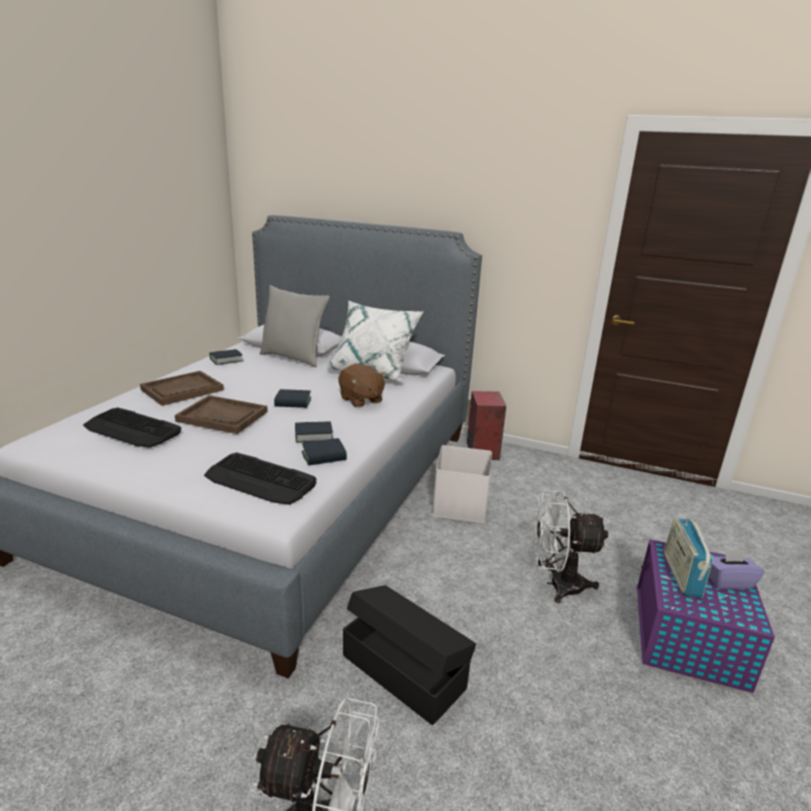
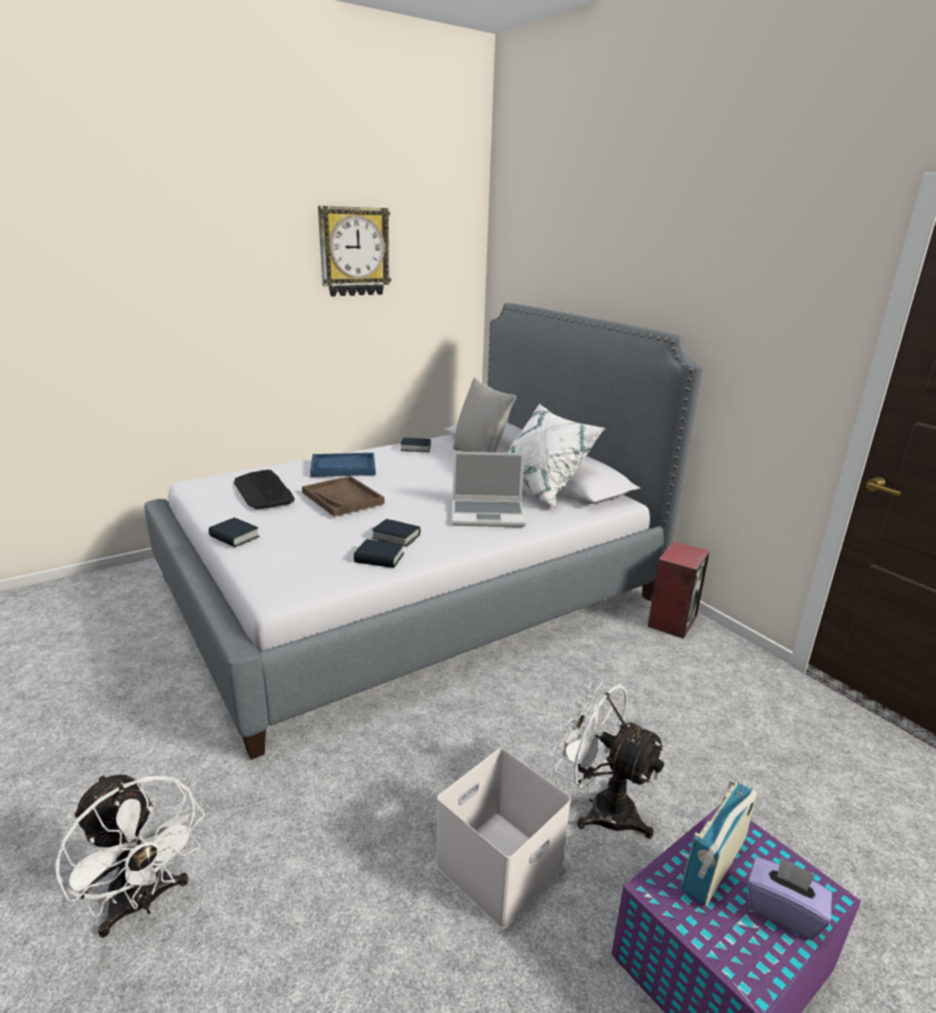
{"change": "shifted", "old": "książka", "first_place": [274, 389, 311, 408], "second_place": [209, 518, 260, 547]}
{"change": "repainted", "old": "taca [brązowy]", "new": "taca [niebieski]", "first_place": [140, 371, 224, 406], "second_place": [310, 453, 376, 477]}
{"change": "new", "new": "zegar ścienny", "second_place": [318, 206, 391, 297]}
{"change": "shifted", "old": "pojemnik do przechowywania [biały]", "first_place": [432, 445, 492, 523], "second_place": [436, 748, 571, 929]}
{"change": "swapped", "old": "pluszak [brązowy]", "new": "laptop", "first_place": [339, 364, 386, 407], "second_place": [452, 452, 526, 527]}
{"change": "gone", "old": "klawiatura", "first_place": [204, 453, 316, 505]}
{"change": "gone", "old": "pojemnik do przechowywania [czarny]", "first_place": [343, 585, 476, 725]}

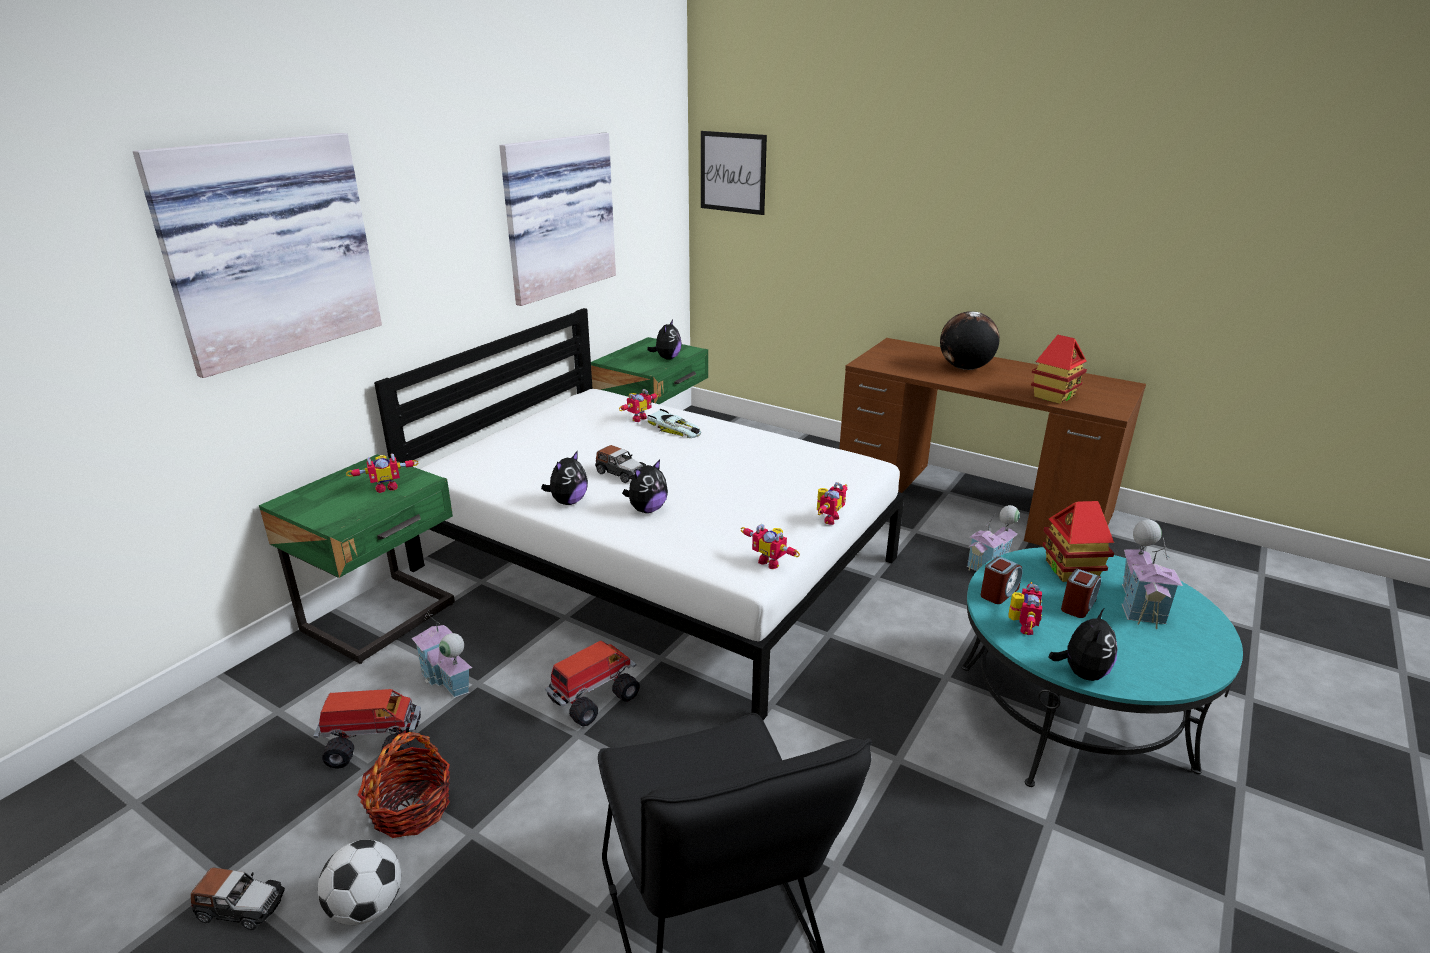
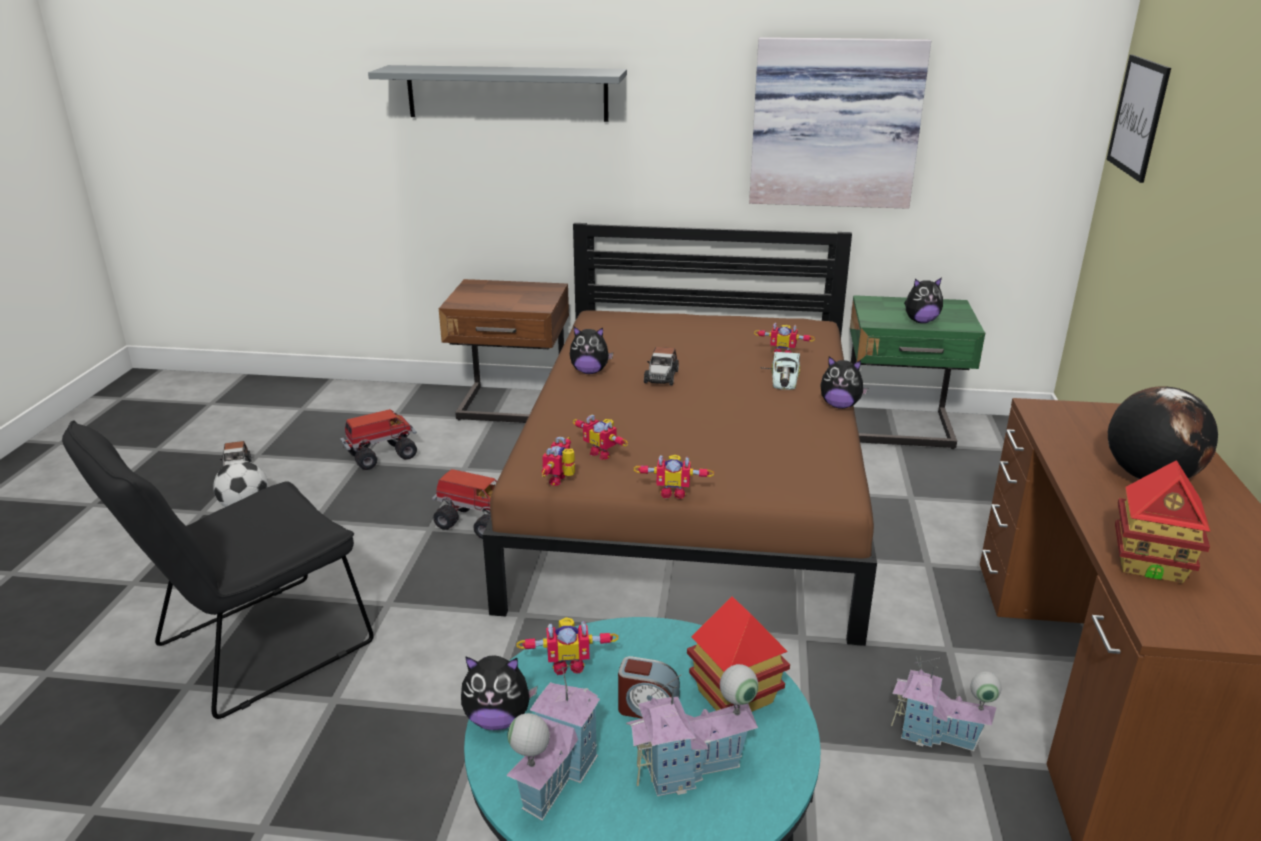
{"change": "rotated", "old": "ciężarówka zabawkowa", "first_place": [314, 689, 421, 769], "second_place": [340, 409, 417, 470], "degrees": -90}
{"change": "swapped", "old": "obraz", "new": "półka [szary]", "first_place": [133, 133, 382, 378], "second_place": [368, 65, 627, 122]}
{"change": "repainted", "old": "szafka nocna [zielony]", "new": "szafka nocna [brązowy]", "first_place": [259, 454, 455, 664], "second_place": [439, 279, 569, 423]}
{"change": "repainted", "old": "łóżko [biały]", "new": "łóżko [brązowy]", "first_place": [374, 308, 905, 720], "second_place": [483, 223, 877, 646]}
{"change": "shifted", "old": "domek", "first_place": [411, 611, 472, 698], "second_place": [506, 662, 600, 821]}
{"change": "shifted", "old": "robot zabawkowy", "first_place": [346, 453, 419, 493], "second_place": [573, 415, 628, 460]}
{"change": "shifted", "old": "pluszak", "first_place": [622, 459, 668, 513], "second_place": [820, 356, 868, 409]}
{"change": "gone", "old": "koszyk", "first_place": [357, 732, 450, 838]}
{"change": "gone", "old": "budzik", "first_place": [981, 556, 1023, 604]}

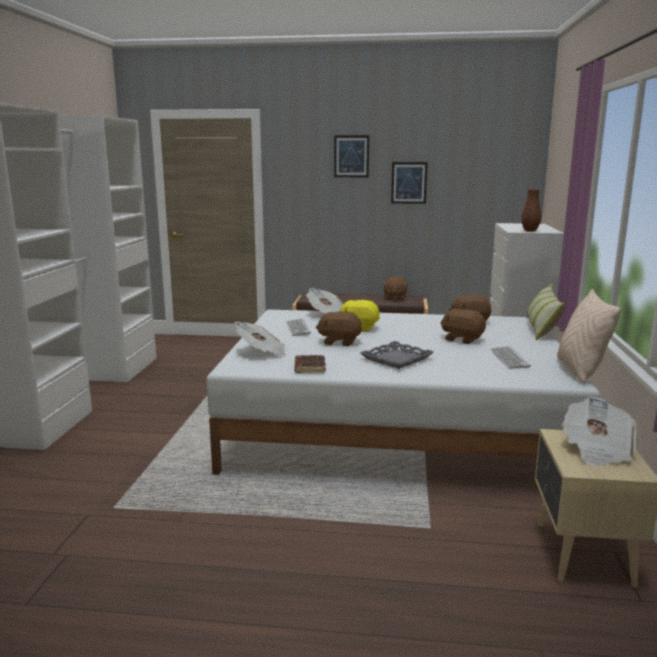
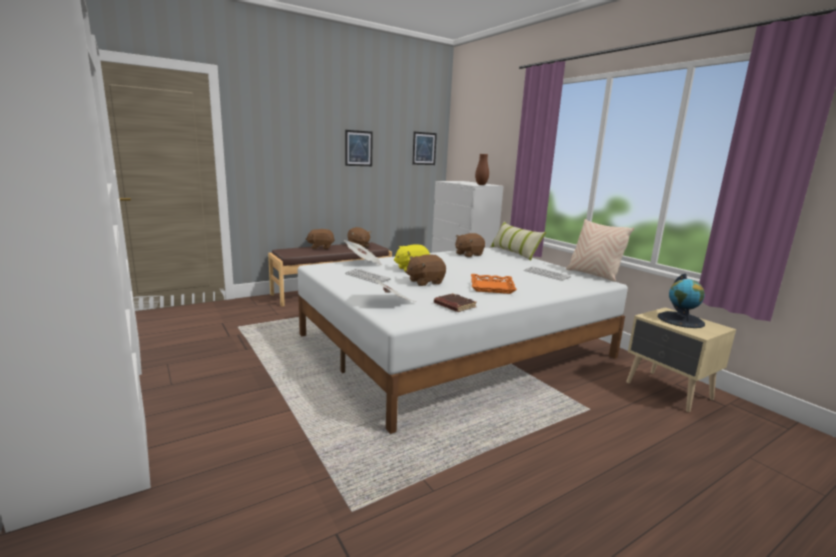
{"change": "shifted", "old": "pluszak [brązowy]", "first_place": [440, 309, 486, 344], "second_place": [306, 229, 335, 249]}
{"change": "shifted", "old": "obraz", "first_place": [334, 135, 369, 177], "second_place": [412, 132, 437, 165]}
{"change": "repainted", "old": "taca [szary]", "new": "taca [pomarańczowy]", "first_place": [360, 341, 434, 369], "second_place": [471, 274, 517, 294]}
{"change": "swapped", "old": "gazeta", "new": "globus", "first_place": [561, 397, 637, 466], "second_place": [658, 274, 705, 328]}

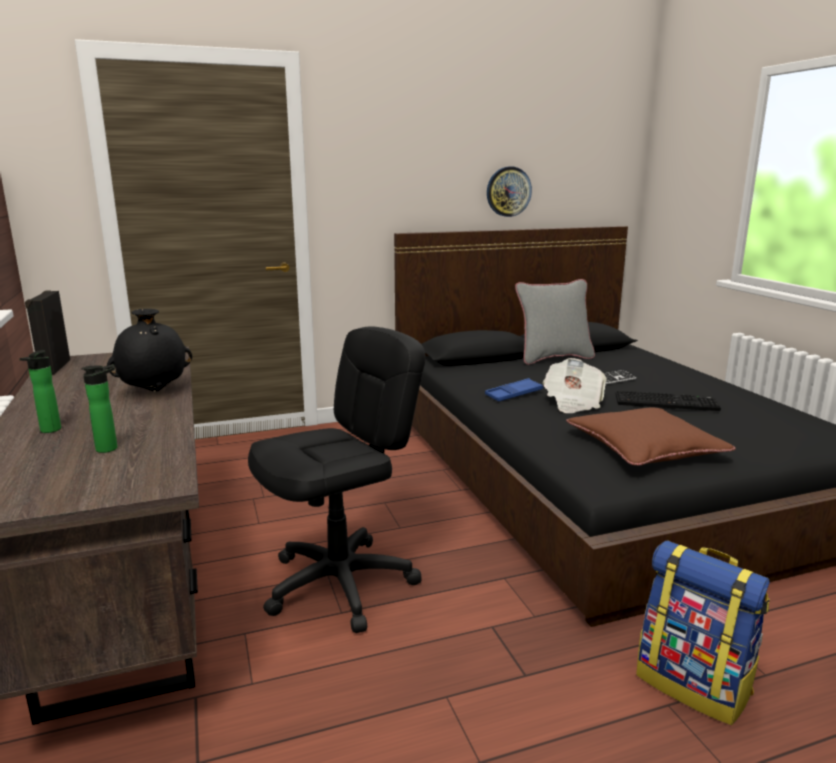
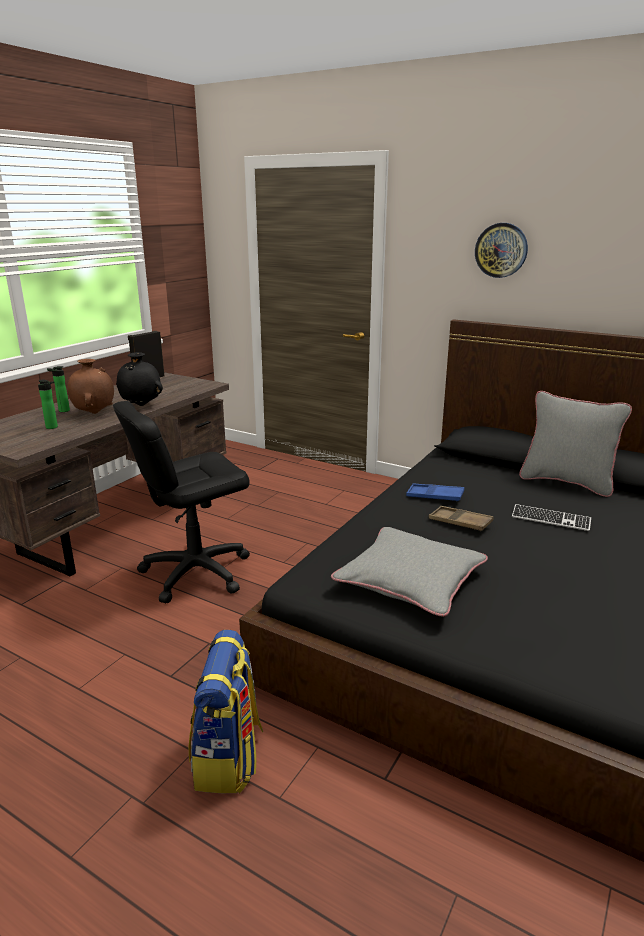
{"change": "new", "new": "wazon [brązowy]", "second_place": [67, 359, 114, 414]}
{"change": "rotated", "old": "krzesło biurowe [czarny]", "first_place": [248, 326, 425, 633], "second_place": [113, 401, 250, 603], "degrees": 135}
{"change": "repainted", "old": "poduszka [brązowy]", "new": "poduszka [szary]", "first_place": [566, 407, 736, 466], "second_place": [331, 527, 488, 617]}
{"change": "swapped", "old": "gazeta", "new": "taca [brązowy]", "first_place": [543, 358, 607, 413], "second_place": [429, 506, 493, 531]}
{"change": "shifted", "old": "zegar ścienny", "first_place": [487, 167, 532, 217], "second_place": [475, 223, 528, 278]}
{"change": "gone", "old": "klawiatura", "first_place": [616, 390, 721, 411]}

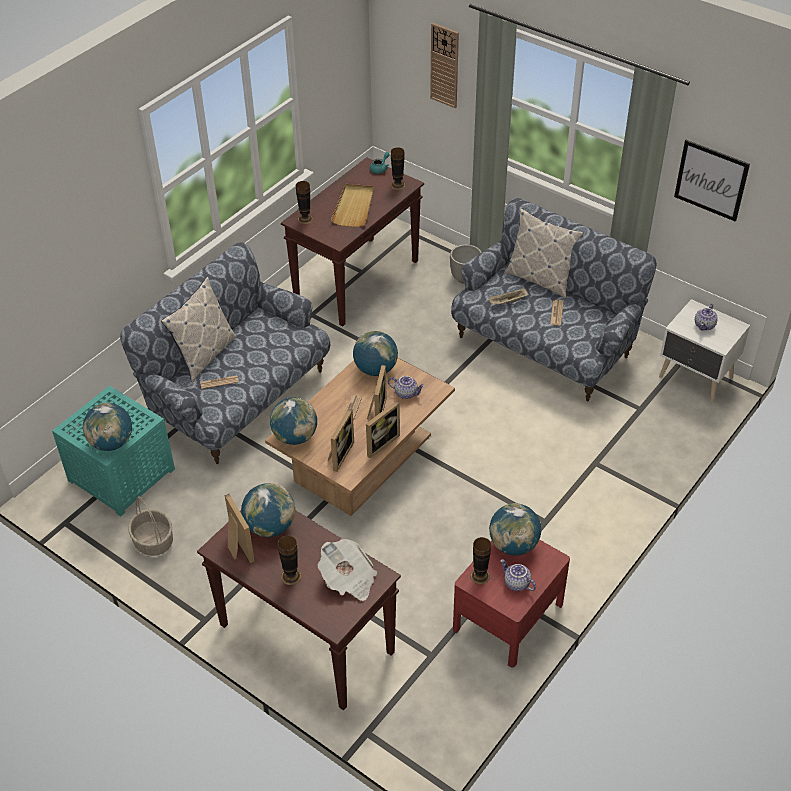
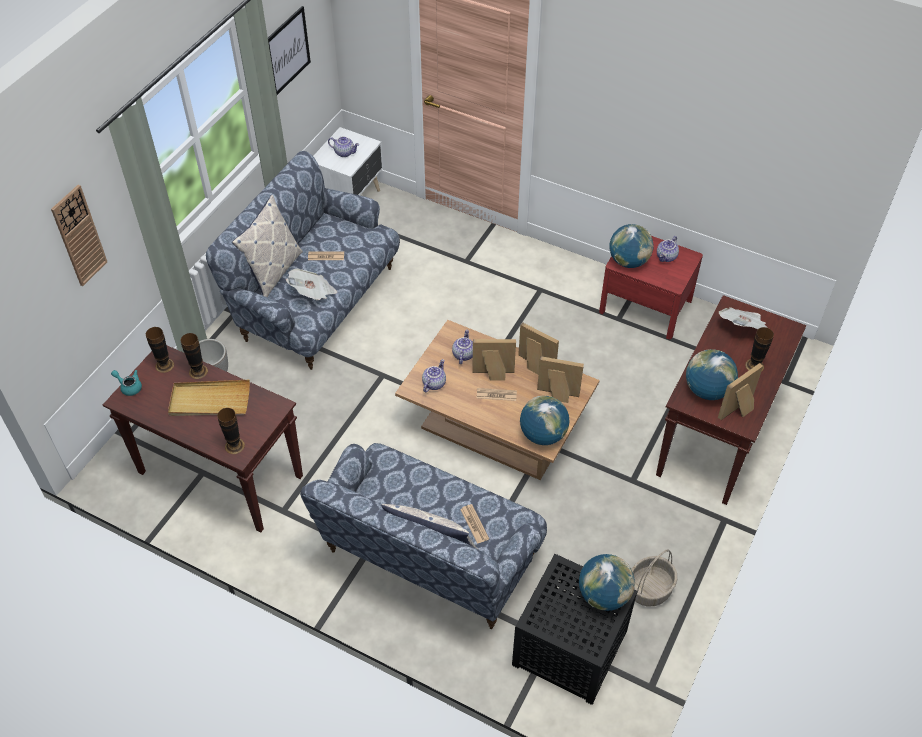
{"change": "shifted", "old": "wazon", "first_place": [470, 537, 491, 584], "second_place": [180, 333, 208, 379]}
{"change": "swapped", "old": "taca [beżowy]", "new": "gazeta", "first_place": [488, 288, 529, 305], "second_place": [286, 269, 337, 300]}
{"change": "swapped", "old": "globus", "new": "imbryk", "first_place": [353, 331, 398, 376], "second_place": [422, 359, 446, 392]}
{"change": "repainted", "old": "stolik [turkusowy]", "new": "stolik [czarny]", "first_place": [52, 386, 175, 516], "second_place": [512, 554, 638, 705]}

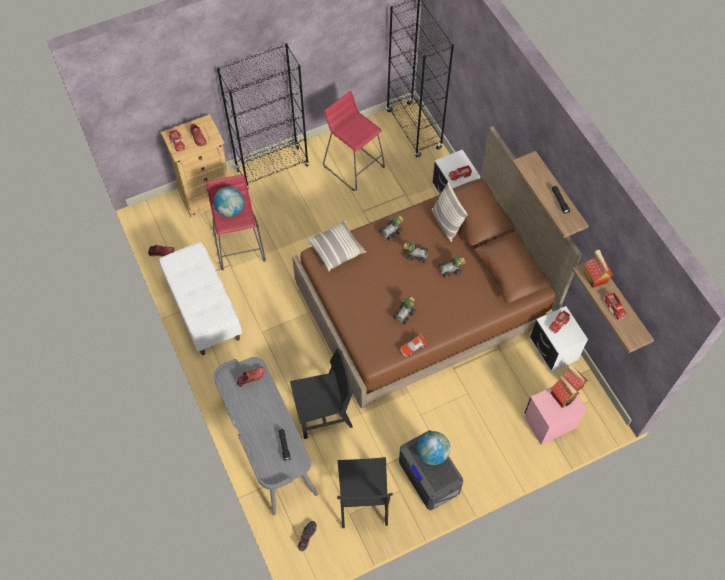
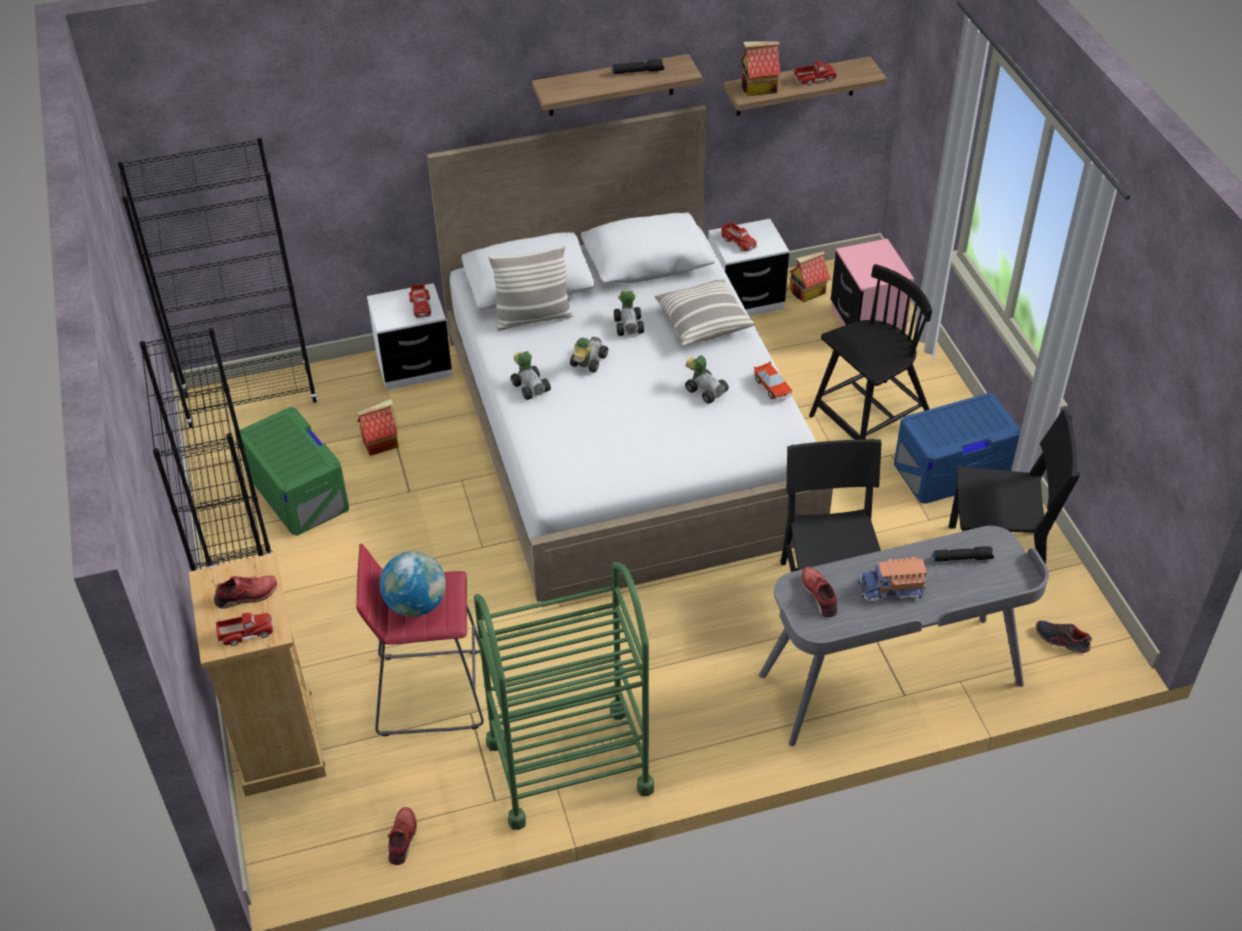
{"change": "swapped", "old": "stołek [czerwony]", "new": "pojemnik do przechowywania [zielony]", "first_place": [323, 91, 385, 191], "second_place": [240, 407, 349, 536]}
{"change": "shifted", "old": "domek", "first_place": [551, 376, 579, 408], "second_place": [357, 399, 398, 456]}
{"change": "repainted", "old": "łóżko [brązowy]", "new": "łóżko [biały]", "first_place": [292, 126, 581, 408], "second_place": [427, 105, 833, 607]}
{"change": "swapped", "old": "ławka [biały]", "new": "wózek [zielony]", "first_place": [159, 242, 242, 355], "second_place": [474, 562, 654, 830]}
{"change": "shifted", "old": "poduszka", "first_place": [306, 220, 366, 271], "second_place": [654, 278, 755, 346]}
{"change": "new", "new": "krzesło [czarny]", "second_place": [809, 264, 932, 440]}
{"change": "new", "new": "ciężarówka zabawkowa", "second_place": [858, 557, 927, 601]}
{"change": "repainted", "old": "pojemnik do przechowywania [szary]", "new": "pojemnik do przechowywania [niebieski]", "first_place": [399, 430, 463, 510], "second_place": [894, 393, 1021, 504]}
{"change": "gone", "old": "globus", "first_place": [417, 431, 450, 465]}

